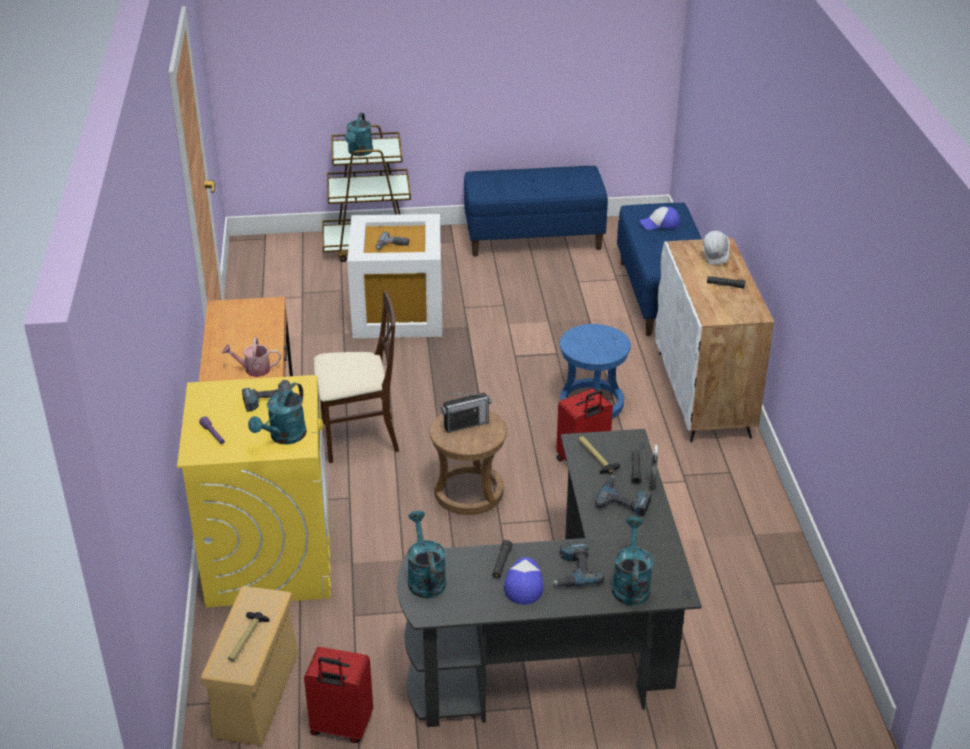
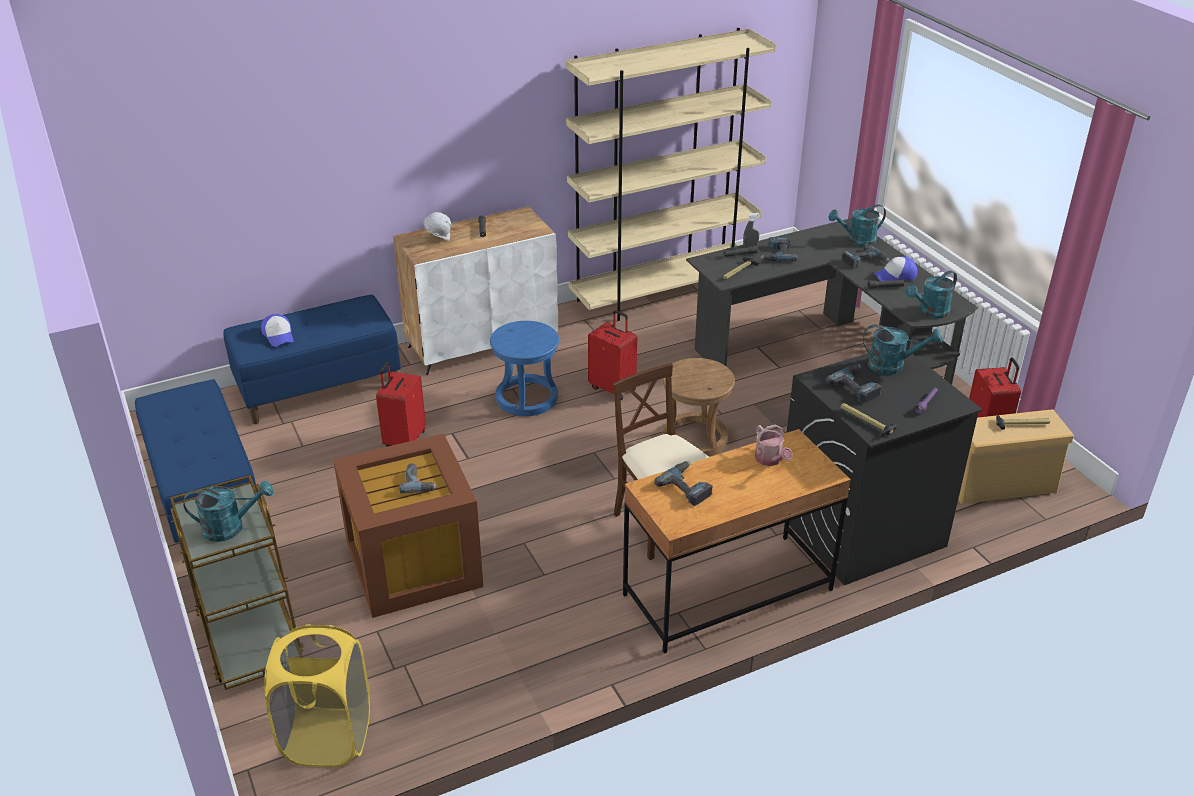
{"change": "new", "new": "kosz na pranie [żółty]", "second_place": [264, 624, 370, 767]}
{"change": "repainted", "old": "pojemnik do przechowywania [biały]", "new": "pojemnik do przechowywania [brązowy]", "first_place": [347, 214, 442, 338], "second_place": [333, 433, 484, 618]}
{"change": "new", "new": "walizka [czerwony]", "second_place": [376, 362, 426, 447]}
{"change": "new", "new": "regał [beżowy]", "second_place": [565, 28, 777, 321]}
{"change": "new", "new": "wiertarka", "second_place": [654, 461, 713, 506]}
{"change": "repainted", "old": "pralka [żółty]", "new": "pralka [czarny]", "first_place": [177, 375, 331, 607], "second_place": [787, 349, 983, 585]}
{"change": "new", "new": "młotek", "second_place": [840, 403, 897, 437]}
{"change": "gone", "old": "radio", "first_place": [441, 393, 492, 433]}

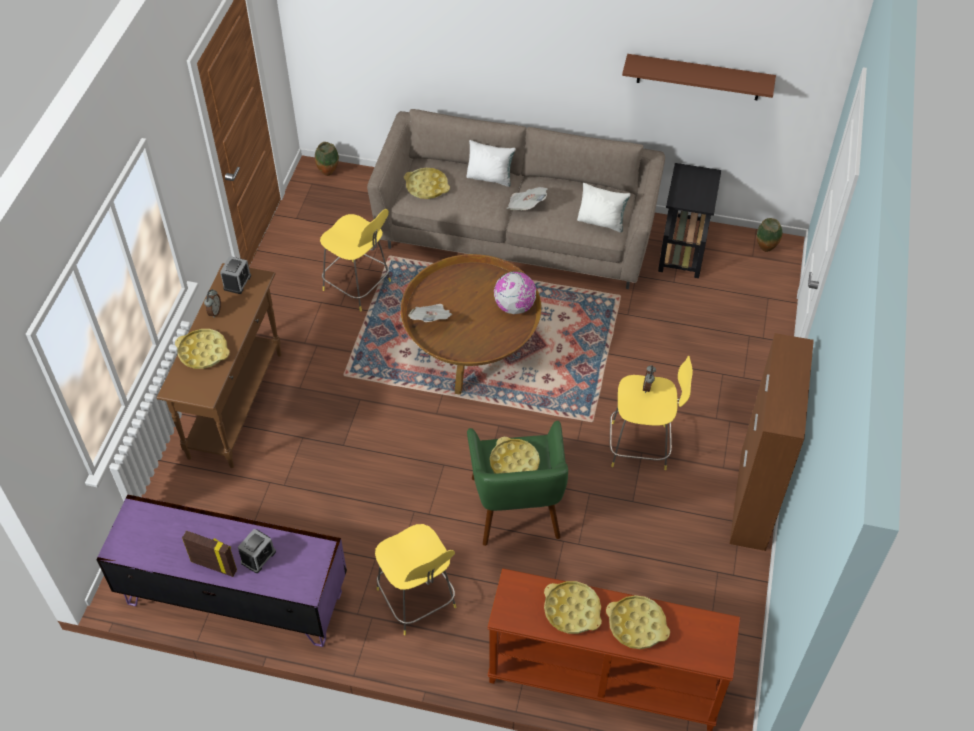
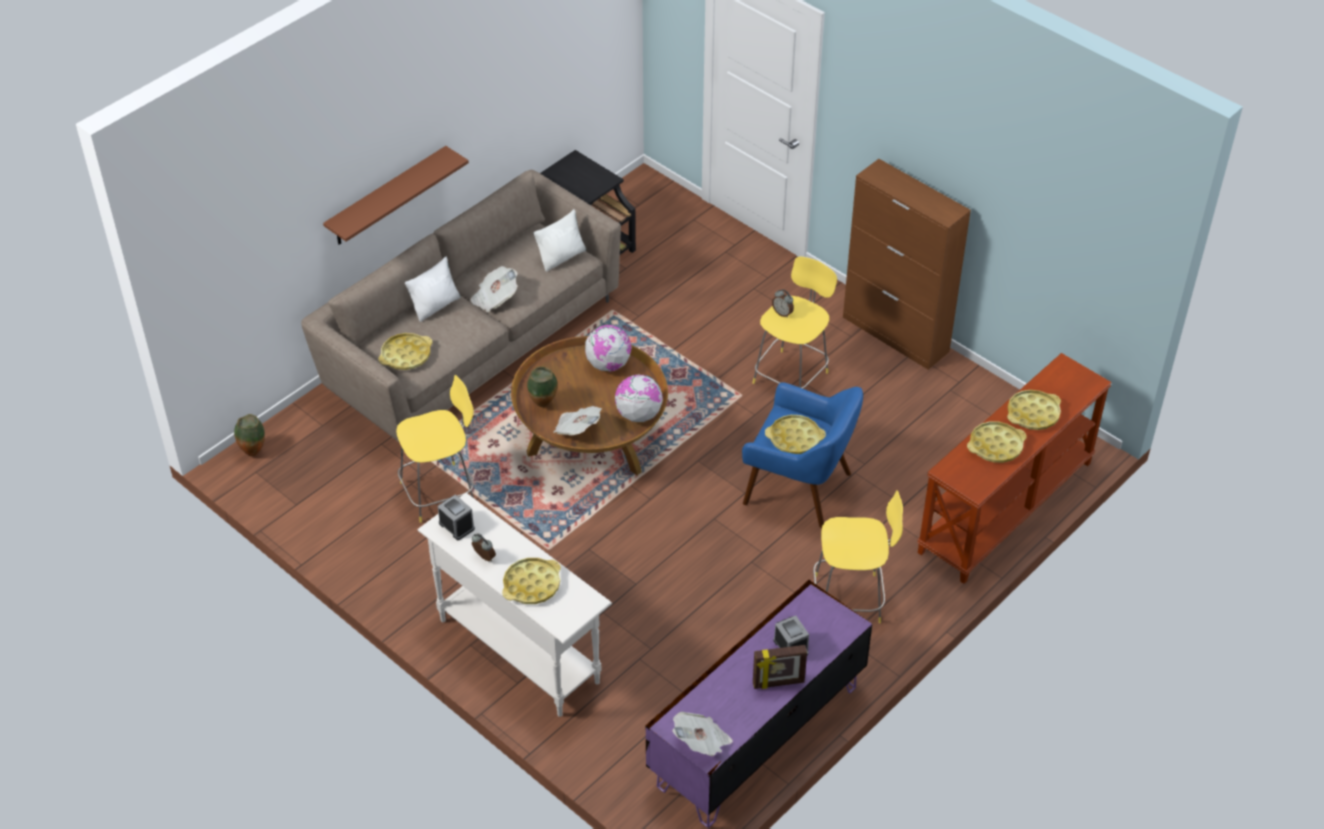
{"change": "shifted", "old": "półka [brązowy]", "first_place": [622, 54, 776, 100], "second_place": [323, 146, 469, 245]}
{"change": "repainted", "old": "stolik konsolowy [brązowy]", "new": "stolik konsolowy [biały]", "first_place": [157, 263, 281, 468], "second_place": [418, 493, 612, 717]}
{"change": "shifted", "old": "wazon", "first_place": [757, 218, 782, 252], "second_place": [527, 366, 558, 407]}
{"change": "new", "new": "globus", "second_place": [615, 374, 663, 422]}
{"change": "new", "new": "gazeta", "second_place": [672, 712, 733, 756]}
{"change": "repainted", "old": "fotel [zielony]", "new": "fotel [niebieski]", "first_place": [467, 421, 568, 546], "second_place": [742, 382, 863, 528]}
{"change": "rotated", "old": "ramka na zdjęcie", "first_place": [182, 531, 237, 577], "second_place": [753, 645, 807, 689], "degrees": -150}

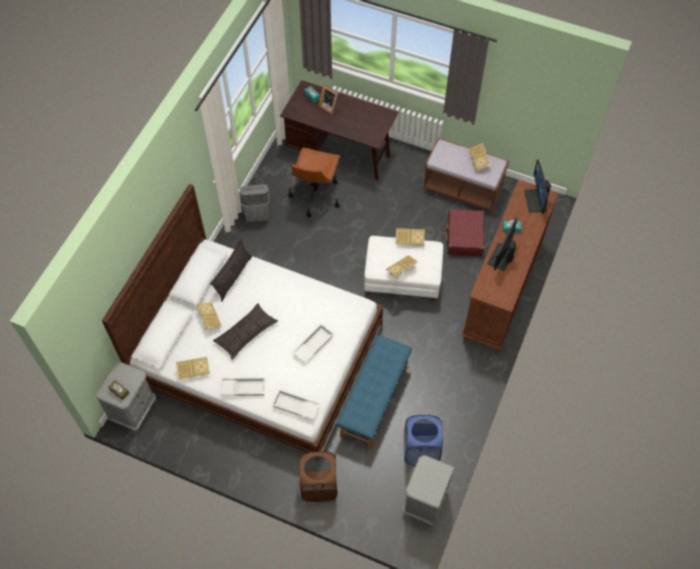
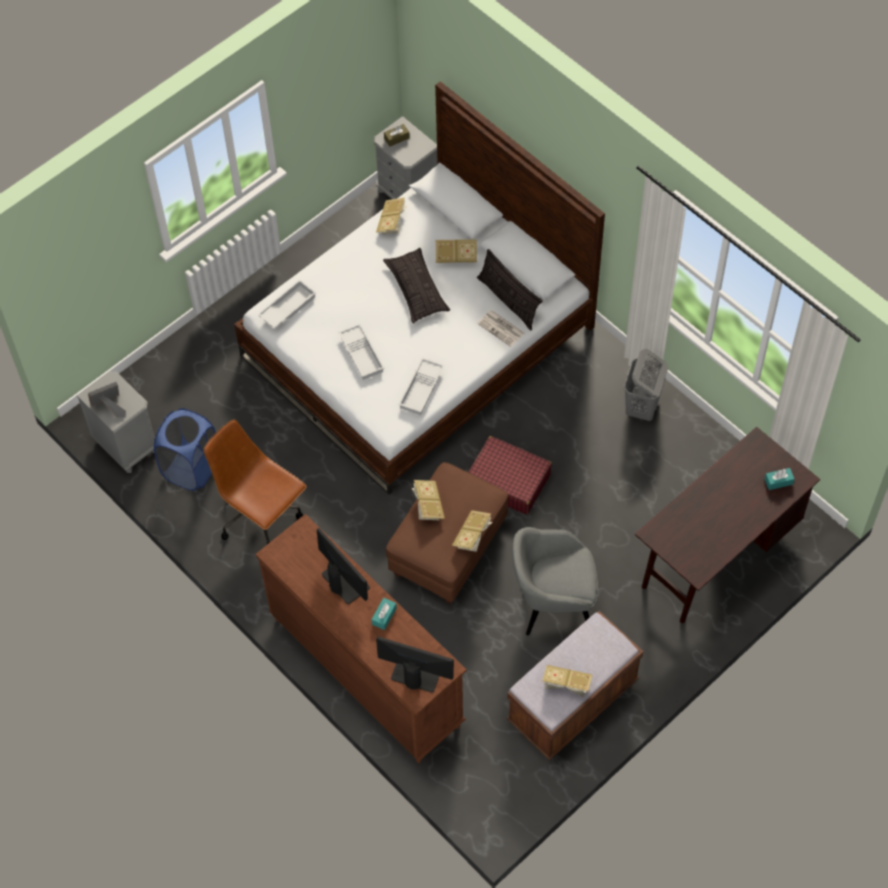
{"change": "shifted", "old": "ramka na zdjęcie", "first_place": [319, 84, 339, 115], "second_place": [88, 382, 126, 417]}
{"change": "shifted", "old": "krzesło biurowe [brązowy]", "first_place": [288, 148, 340, 217], "second_place": [204, 419, 307, 544]}
{"change": "repainted", "old": "pufa [biały]", "new": "pufa [brązowy]", "first_place": [364, 236, 443, 301], "second_place": [386, 462, 509, 604]}
{"change": "shifted", "old": "taca [biały]", "first_place": [220, 377, 265, 396], "second_place": [398, 357, 445, 415]}
{"change": "shifted", "old": "walizka [czerwony]", "first_place": [445, 209, 484, 257], "second_place": [468, 436, 552, 514]}
{"change": "new", "new": "gazeta", "second_place": [477, 310, 525, 347]}
{"change": "new", "new": "fotel [szary]", "second_place": [512, 527, 598, 636]}
{"change": "gone", "old": "kosz na pranie [brązowy]", "first_place": [299, 451, 337, 502]}
{"change": "gone", "old": "ławka [niebieski]", "first_place": [336, 335, 412, 449]}

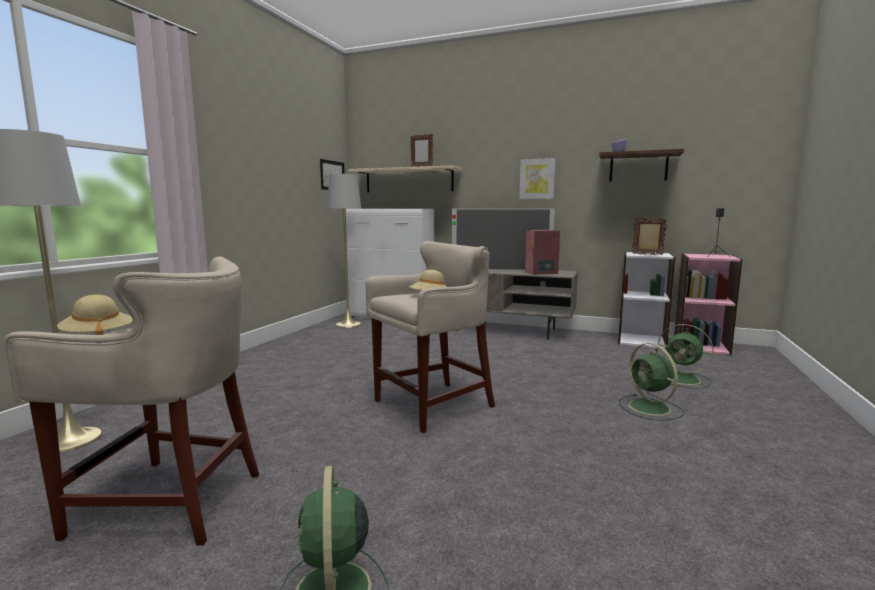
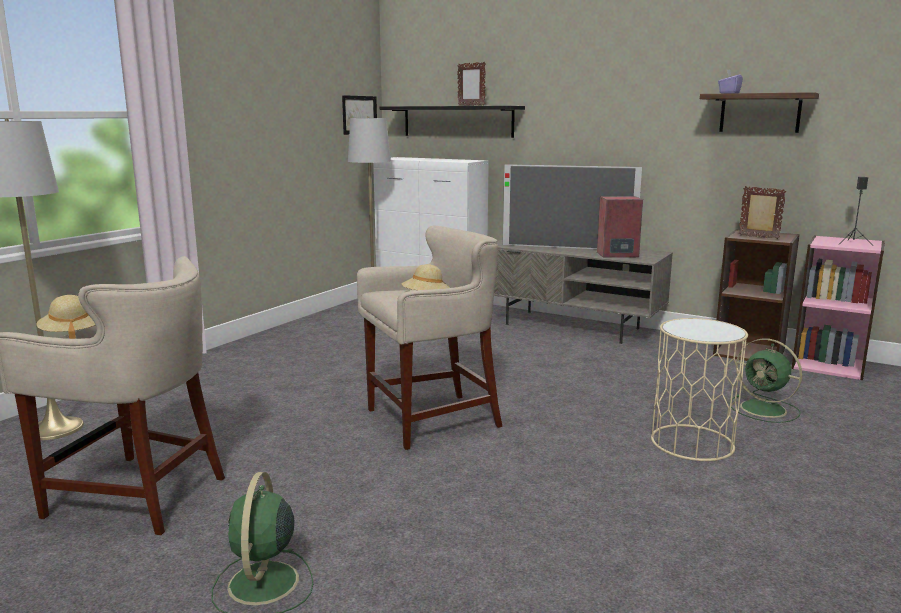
{"change": "repainted", "old": "półka [beżowy]", "new": "półka [czarny]", "first_place": [348, 165, 462, 193], "second_place": [380, 106, 525, 138]}
{"change": "swapped", "old": "wentylator [zielony]", "new": "stolik [beżowy]", "first_place": [619, 343, 684, 421], "second_place": [651, 318, 748, 461]}
{"change": "repainted", "old": "regał [biały]", "new": "regał [brązowy]", "first_place": [618, 252, 675, 349], "second_place": [713, 229, 800, 361]}
{"change": "gone", "old": "obraz", "first_place": [519, 158, 555, 199]}

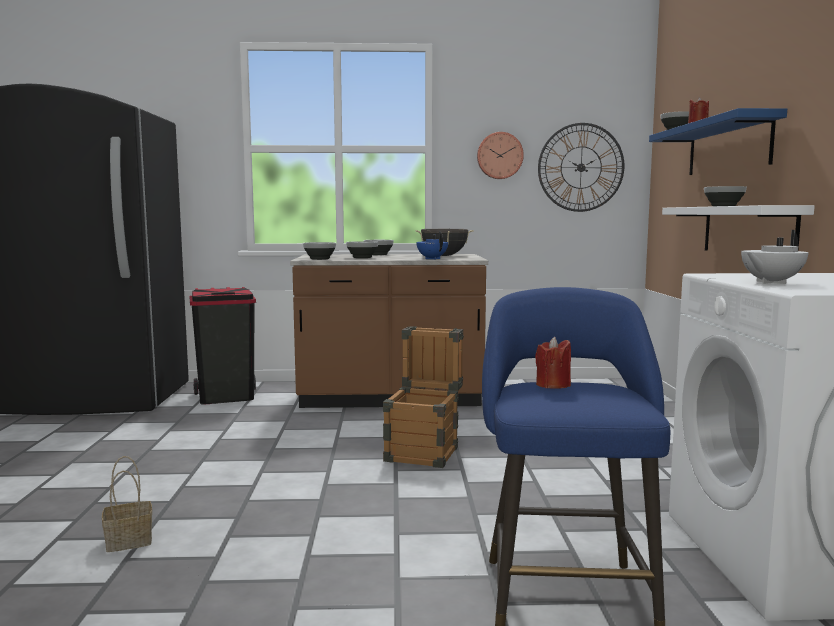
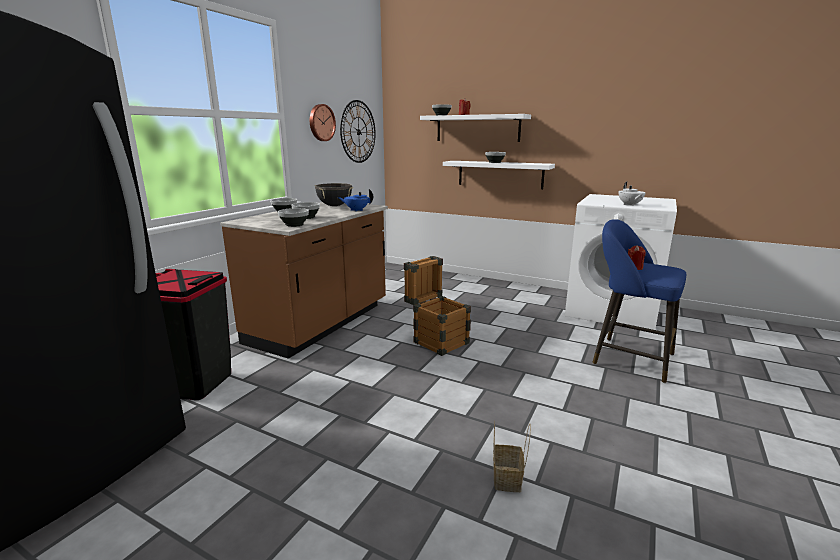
{"change": "repainted", "old": "półka [niebieski]", "new": "półka [biały]", "first_place": [649, 108, 787, 175], "second_place": [420, 114, 531, 142]}

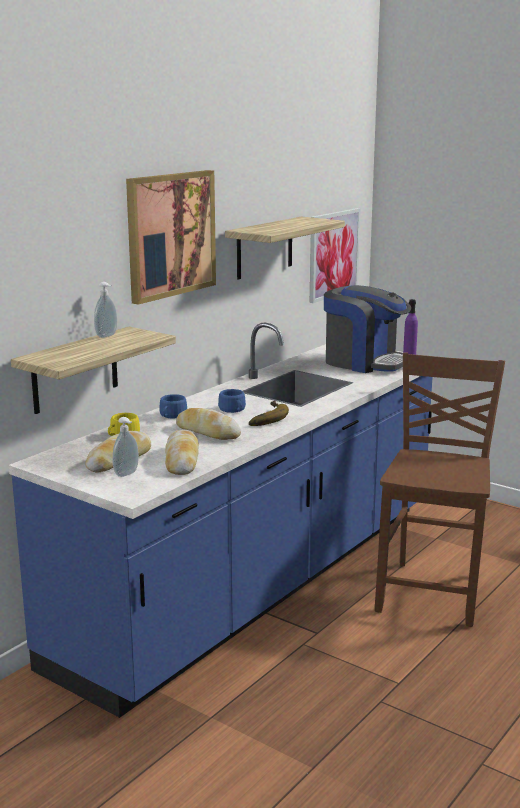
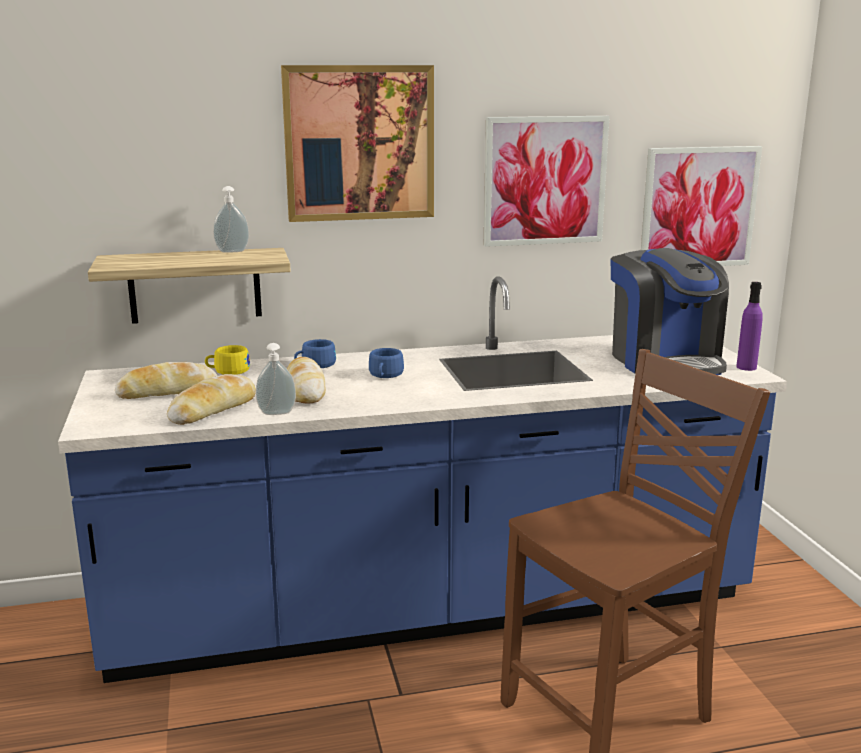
{"change": "shifted", "old": "dozownik mydła", "first_place": [112, 417, 139, 477], "second_place": [256, 343, 296, 415]}
{"change": "swapped", "old": "półka", "new": "obraz", "first_place": [225, 217, 345, 280], "second_place": [484, 116, 610, 247]}
{"change": "gone", "old": "banan", "first_place": [249, 401, 289, 426]}

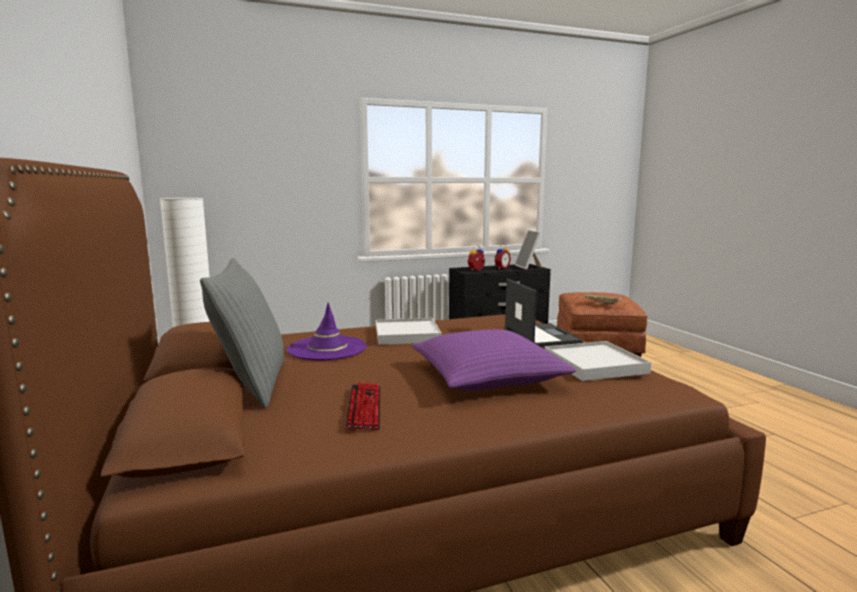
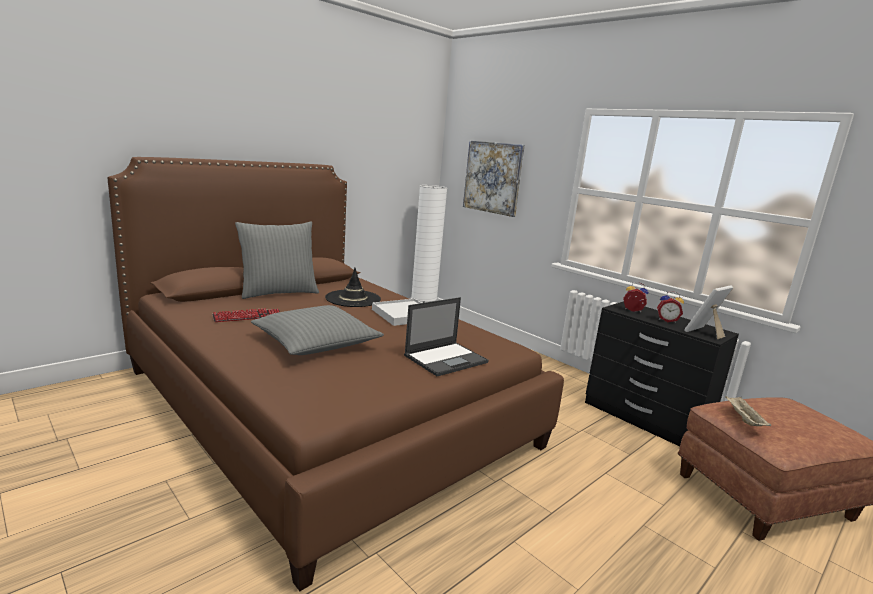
{"change": "repainted", "old": "poduszka [fioletowy]", "new": "poduszka [szary]", "first_place": [412, 329, 576, 391], "second_place": [251, 305, 384, 355]}
{"change": "repainted", "old": "kapelusz [fioletowy]", "new": "kapelusz [czarny]", "first_place": [287, 302, 367, 361], "second_place": [325, 268, 381, 307]}
{"change": "new", "new": "obraz", "second_place": [463, 141, 525, 217]}
{"change": "gone", "old": "taca [biały]", "first_place": [545, 341, 652, 381]}

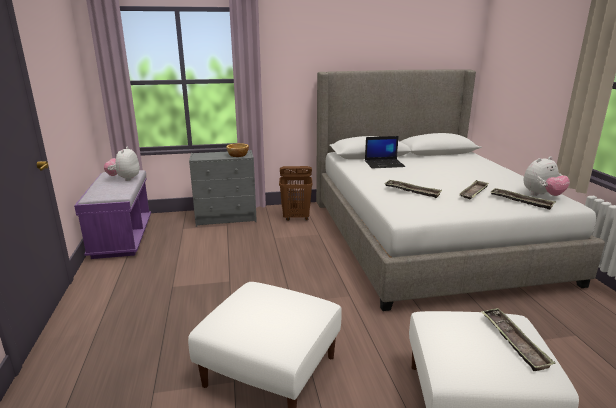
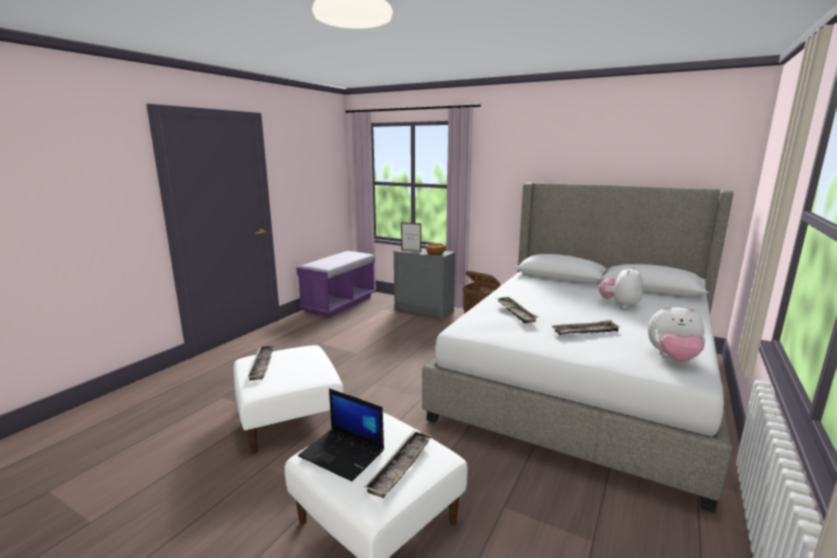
{"change": "shifted", "old": "taca", "first_place": [491, 188, 556, 210], "second_place": [247, 345, 275, 380]}
{"change": "shifted", "old": "laptop", "first_place": [365, 136, 405, 168], "second_place": [298, 388, 384, 481]}
{"change": "new", "new": "ramka na zdjęcie", "second_place": [401, 222, 421, 252]}
{"change": "shifted", "old": "pluszak", "first_place": [104, 146, 140, 181], "second_place": [599, 266, 643, 309]}

